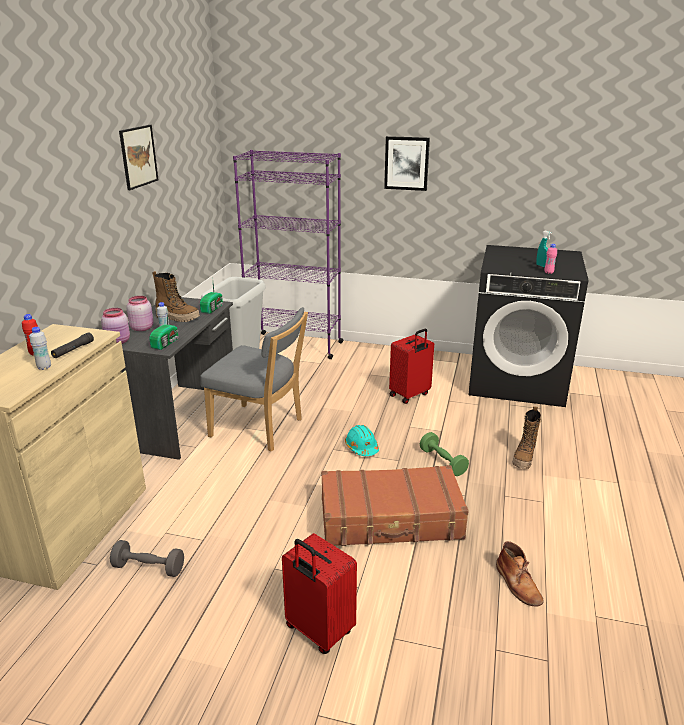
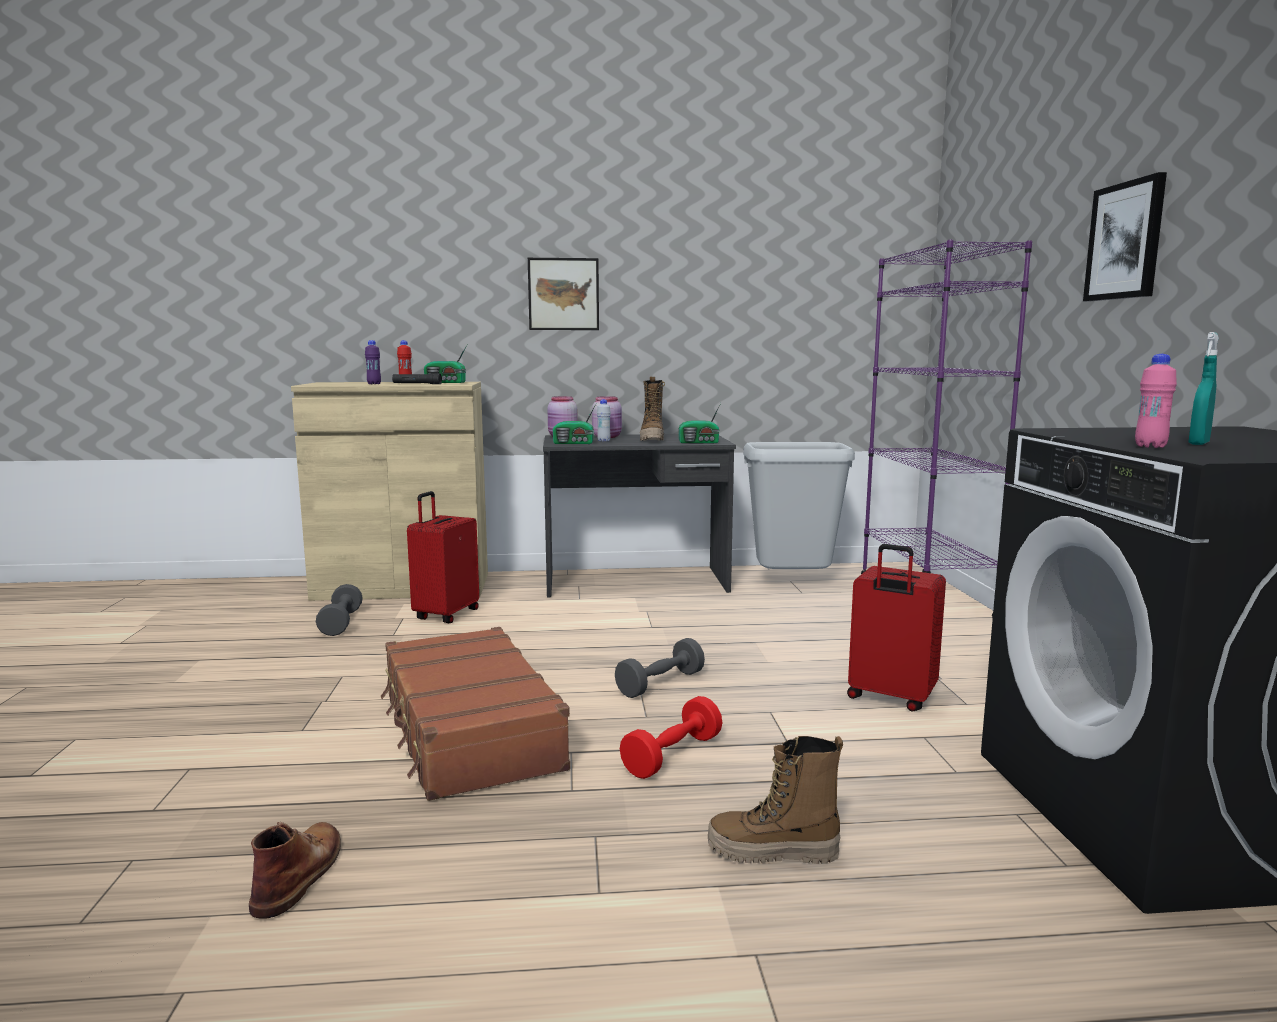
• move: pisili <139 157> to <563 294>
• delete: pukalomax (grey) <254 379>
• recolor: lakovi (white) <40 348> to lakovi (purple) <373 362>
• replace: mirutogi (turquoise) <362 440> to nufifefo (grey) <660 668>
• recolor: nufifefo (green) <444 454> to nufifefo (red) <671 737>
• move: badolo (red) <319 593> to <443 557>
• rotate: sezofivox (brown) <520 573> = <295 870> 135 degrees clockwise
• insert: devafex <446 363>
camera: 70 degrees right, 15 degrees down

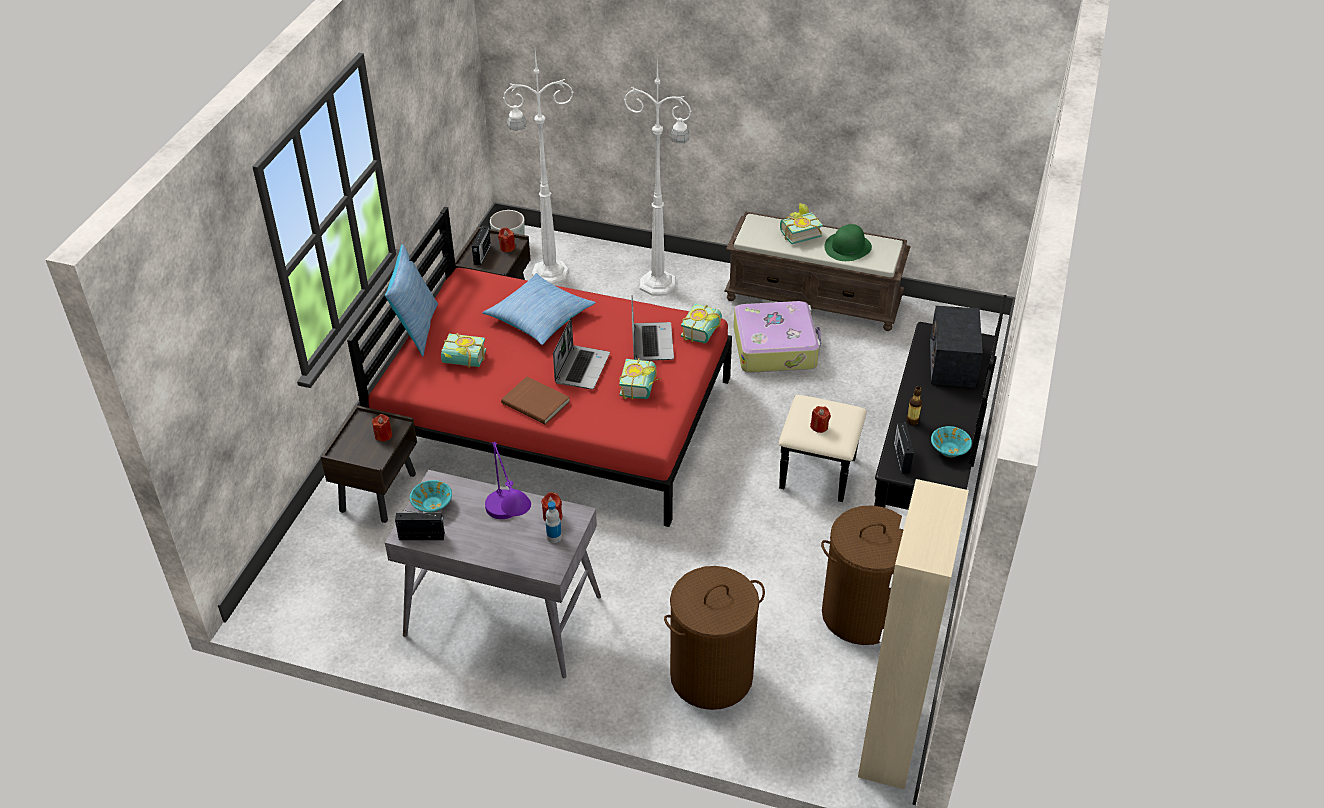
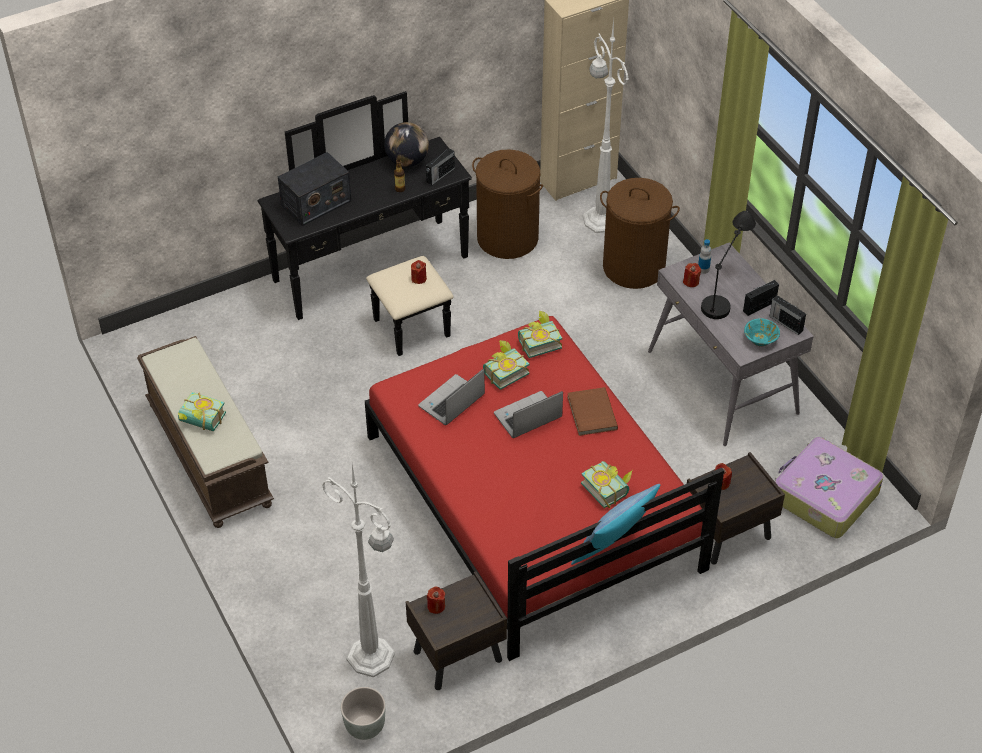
• move: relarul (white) <658 176> to <606 126>
• move: devafex <481 244> to <761 298>
• delete: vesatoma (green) <848 242>
• delete: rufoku <539 309>
• move: badolo <777 337> to <829 487>
• move: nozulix <701 323> to <540 334>
• replace: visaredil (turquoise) <951 441> to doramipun <406 144>
• recolor: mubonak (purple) <508 480> to mubonak (black) <728 265>
camera: 135 degrees left, 5 degrees up

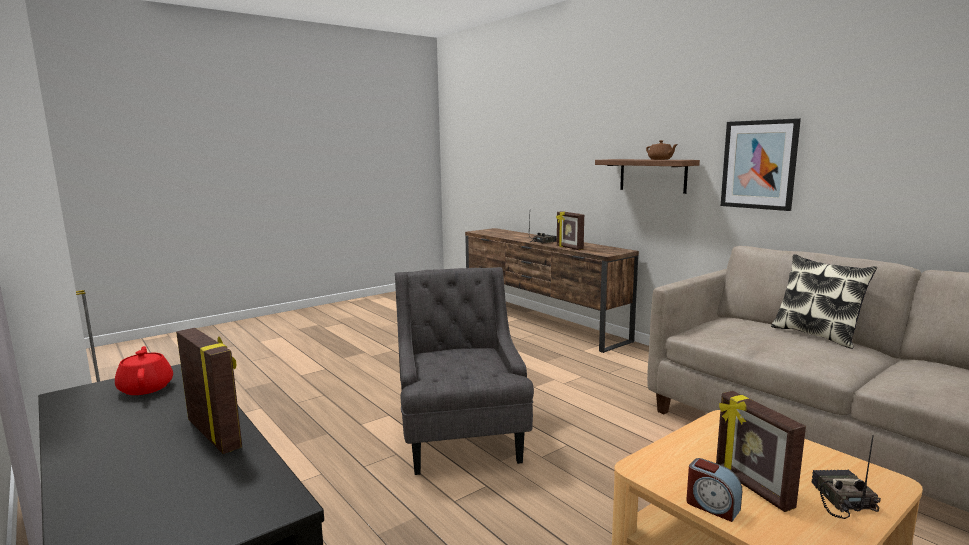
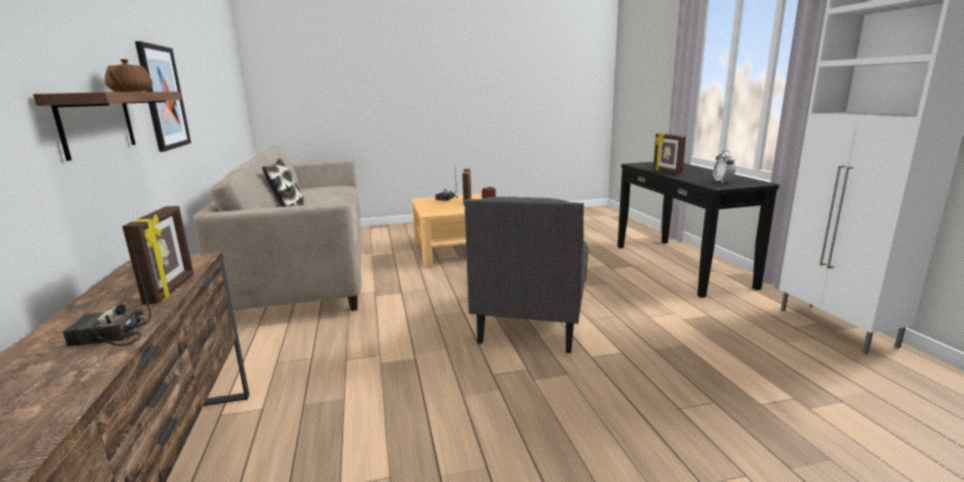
• replace: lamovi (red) <144 370> to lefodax <724 167>
camera: 155 degrees left, 5 degrees up

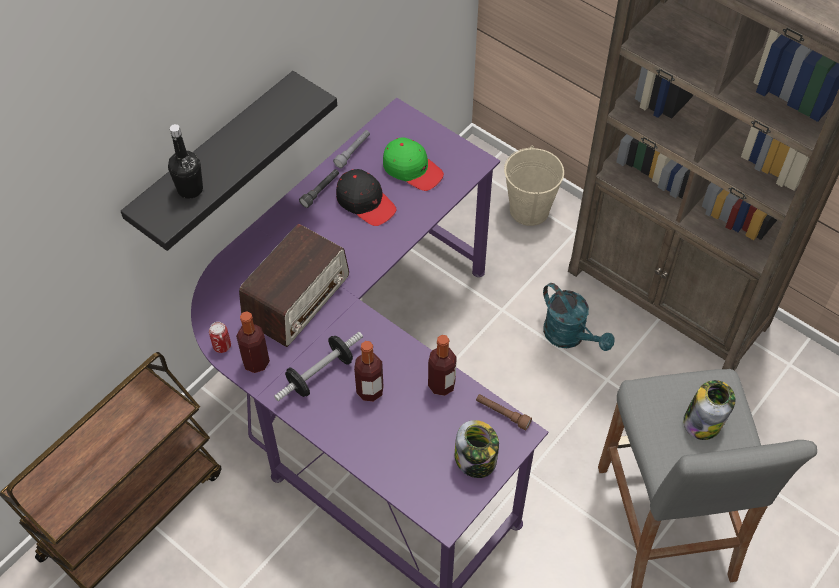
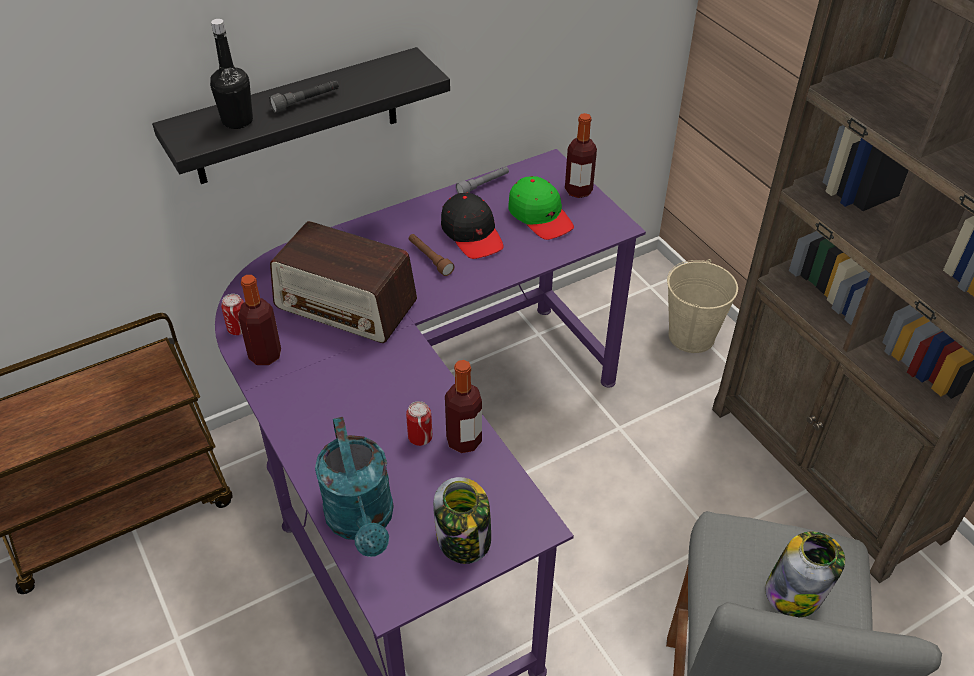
• move: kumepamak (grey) <319 188> to <304 96>
• rotate: devafex <294 285> = <343 282> 60 degrees clockwise
• move: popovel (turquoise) <578 317> to <354 487>
• delete: nufifefo <318 366>
• move: lakovi <368 371> to <581 155>
• move: kumepamak (brown) <504 412> to <431 255>
• insert: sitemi <419 423>
camera: 20 degrees right, 10 degrees down

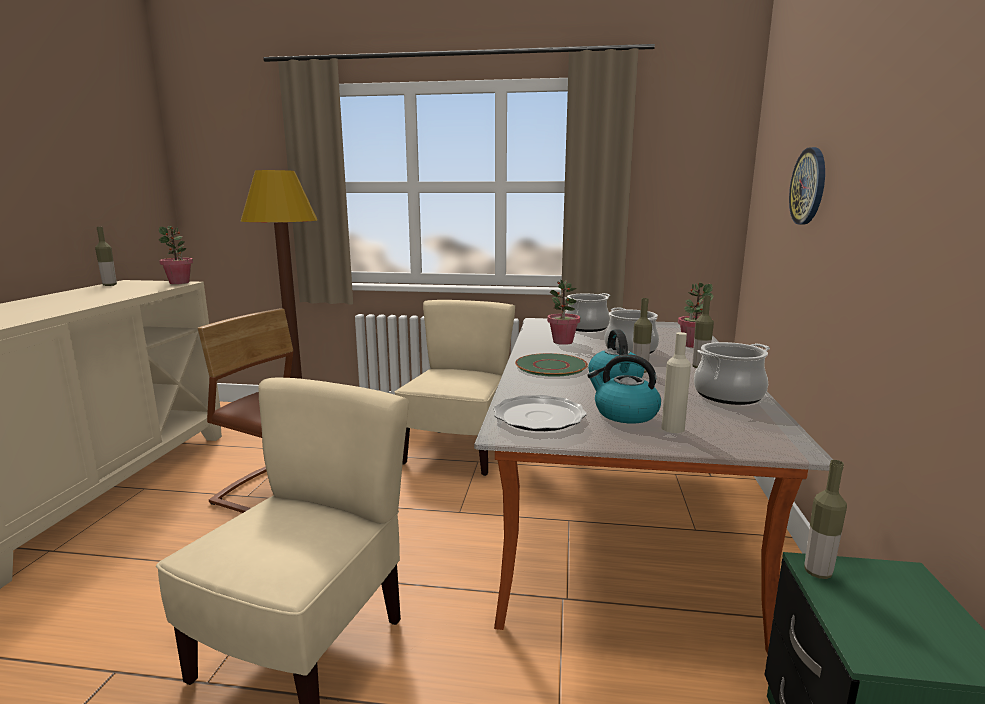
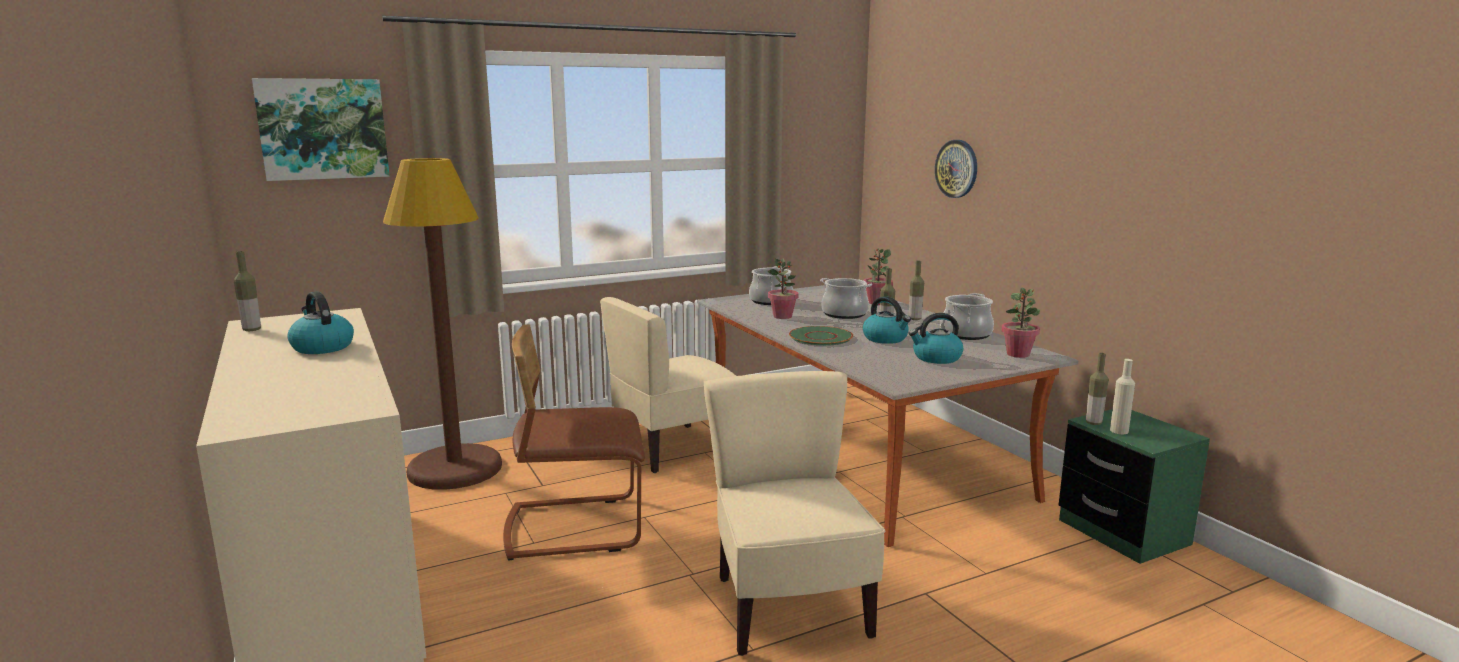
• move: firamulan <176 255> to <1020 323>
• rotate: pukalomax (beige) <454 388> = <668 385> 105 degrees counterclockwise
• move: lakovi (beige) <676 382> to <1122 396>
• delete: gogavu <540 413>
• insert: pisili <321 129>
• insert: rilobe <320 322>
camera: 35 degrees left, 0 degrees up

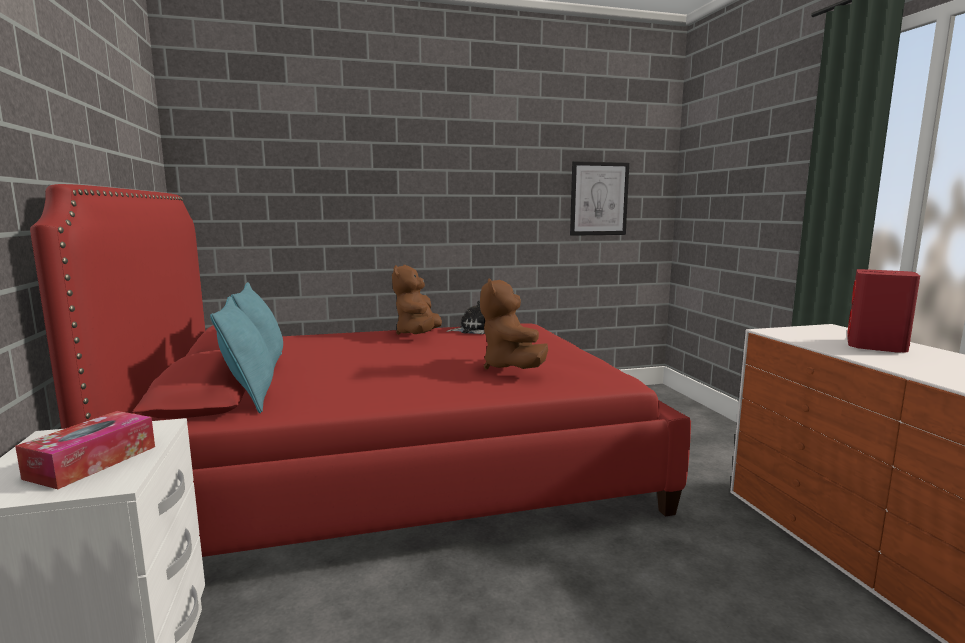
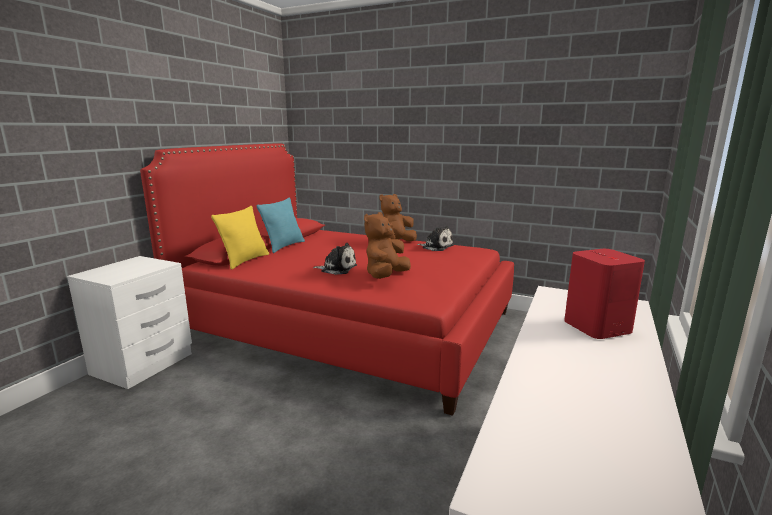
• delete: pisili <599 198>
• recolor: rufoku (turquoise) <242 354> to rufoku (yellow) <240 237>
• delete: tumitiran <85 450>
• insert: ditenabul <335 259>
camera: 40 degrees right, 5 degrees up

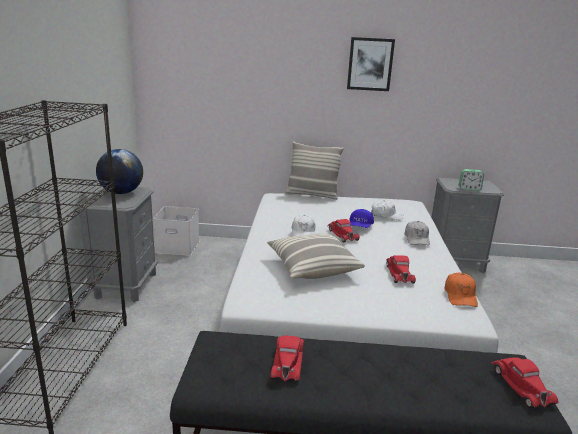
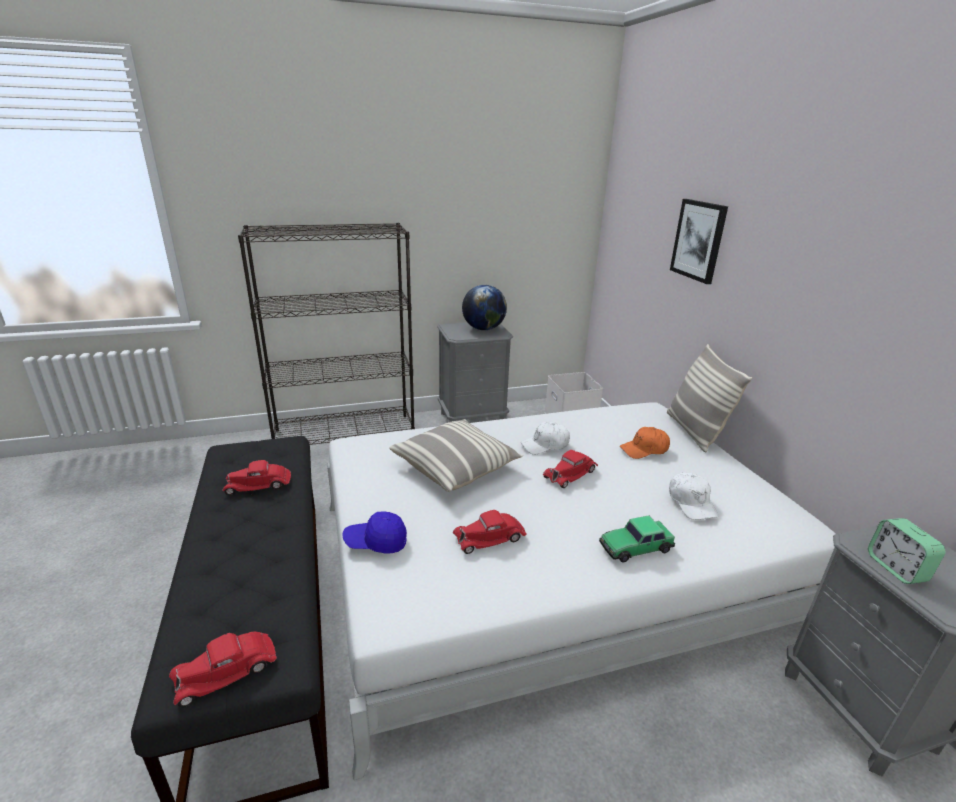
• move: pisili <371 64> to <699 241>
• move: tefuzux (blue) <361 218> to <374 532>
• replace: tefuzux (white) <417 233> to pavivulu <637 538>
• move: tefuzux (orange) <461 290> to <645 443>
camera: 70 degrees right, 5 degrees up

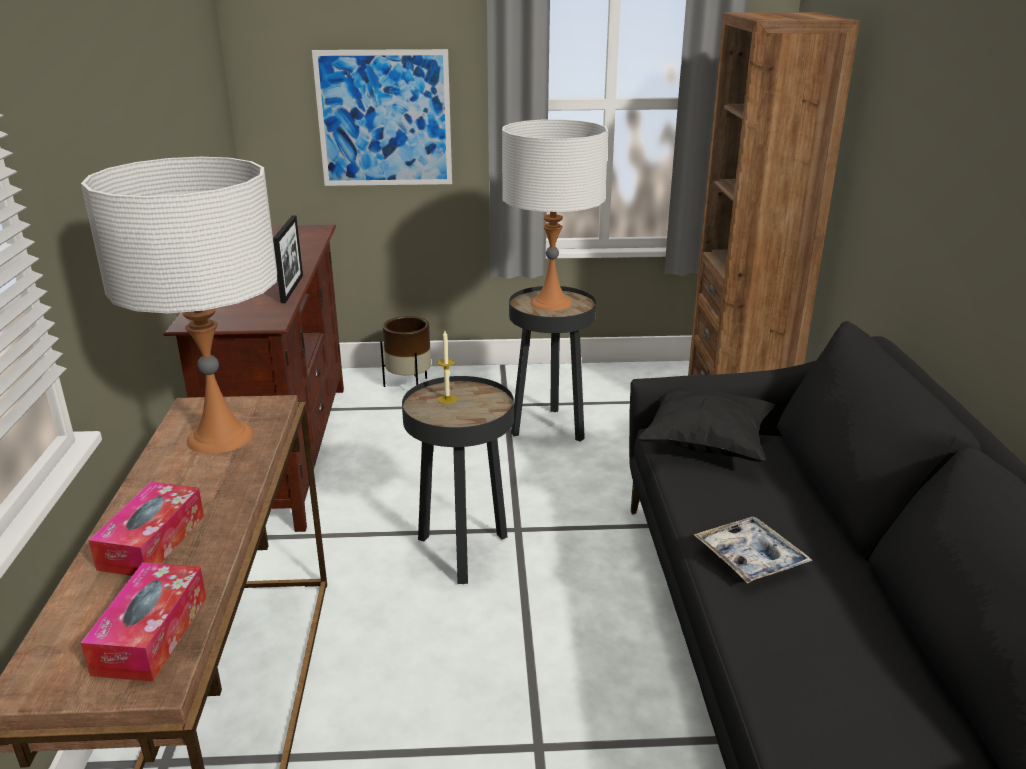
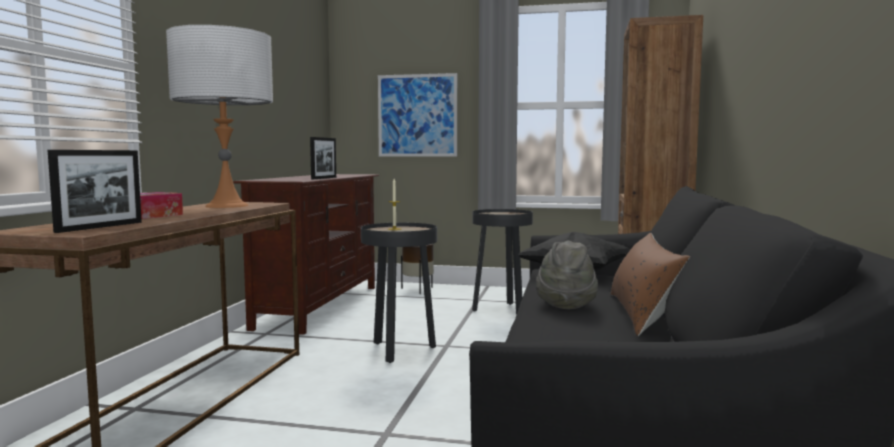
• delete: mubonak (white) <555 215>
• replace: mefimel <753 550> to vesatoma (grey) <567 275>
• replace: tumitiran <144 622> to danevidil <95 191>
• insert: rufoku (brown) <650 284>
camera: 15 degrees right, 20 degrees down

